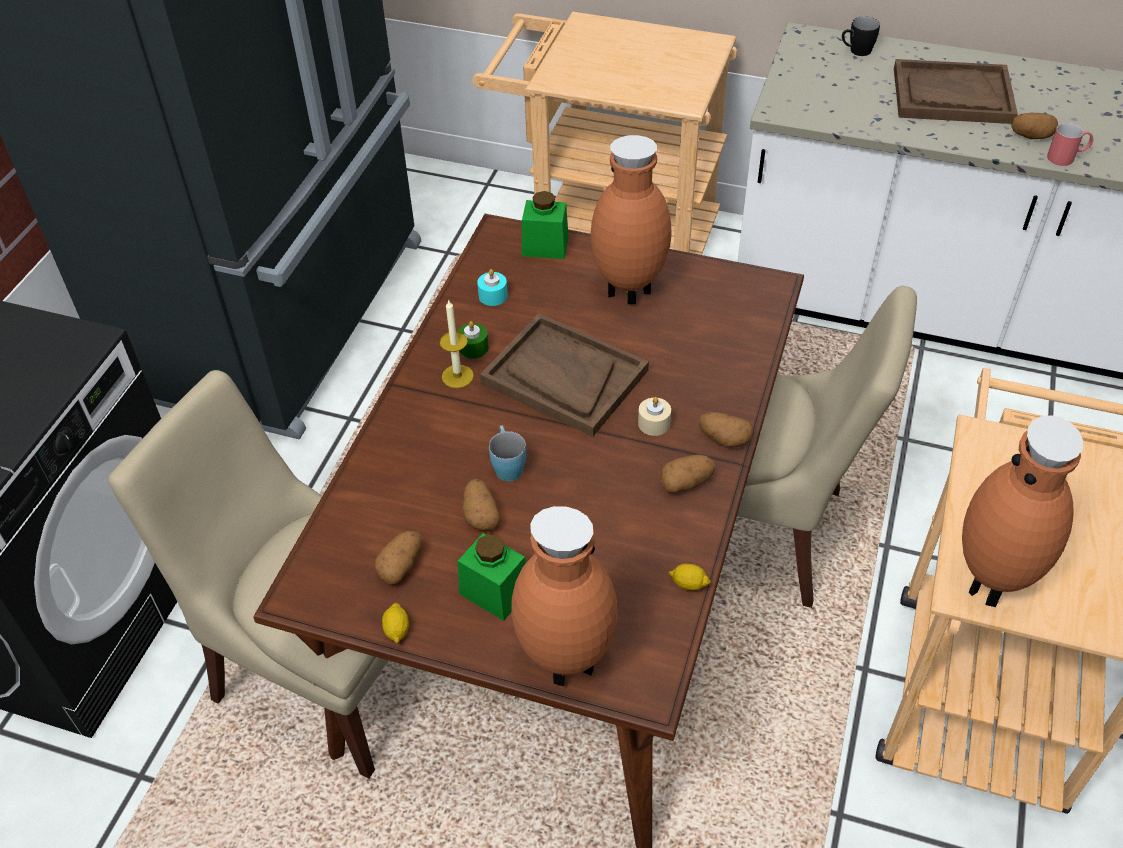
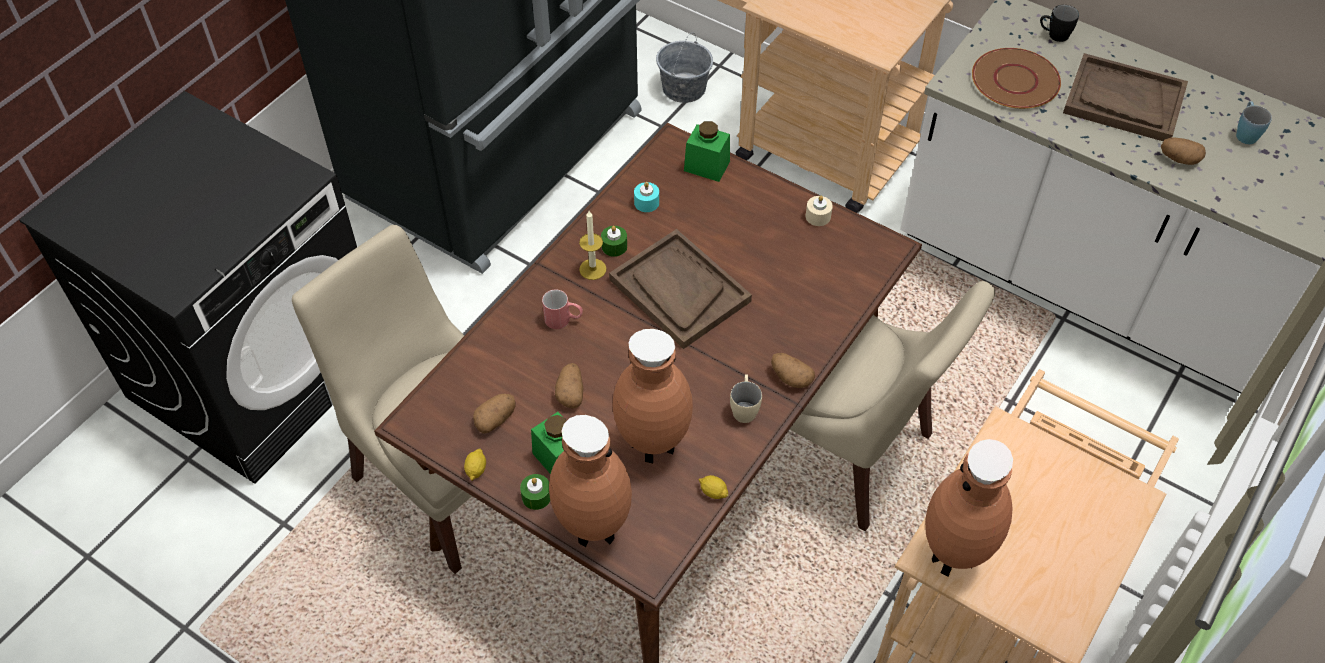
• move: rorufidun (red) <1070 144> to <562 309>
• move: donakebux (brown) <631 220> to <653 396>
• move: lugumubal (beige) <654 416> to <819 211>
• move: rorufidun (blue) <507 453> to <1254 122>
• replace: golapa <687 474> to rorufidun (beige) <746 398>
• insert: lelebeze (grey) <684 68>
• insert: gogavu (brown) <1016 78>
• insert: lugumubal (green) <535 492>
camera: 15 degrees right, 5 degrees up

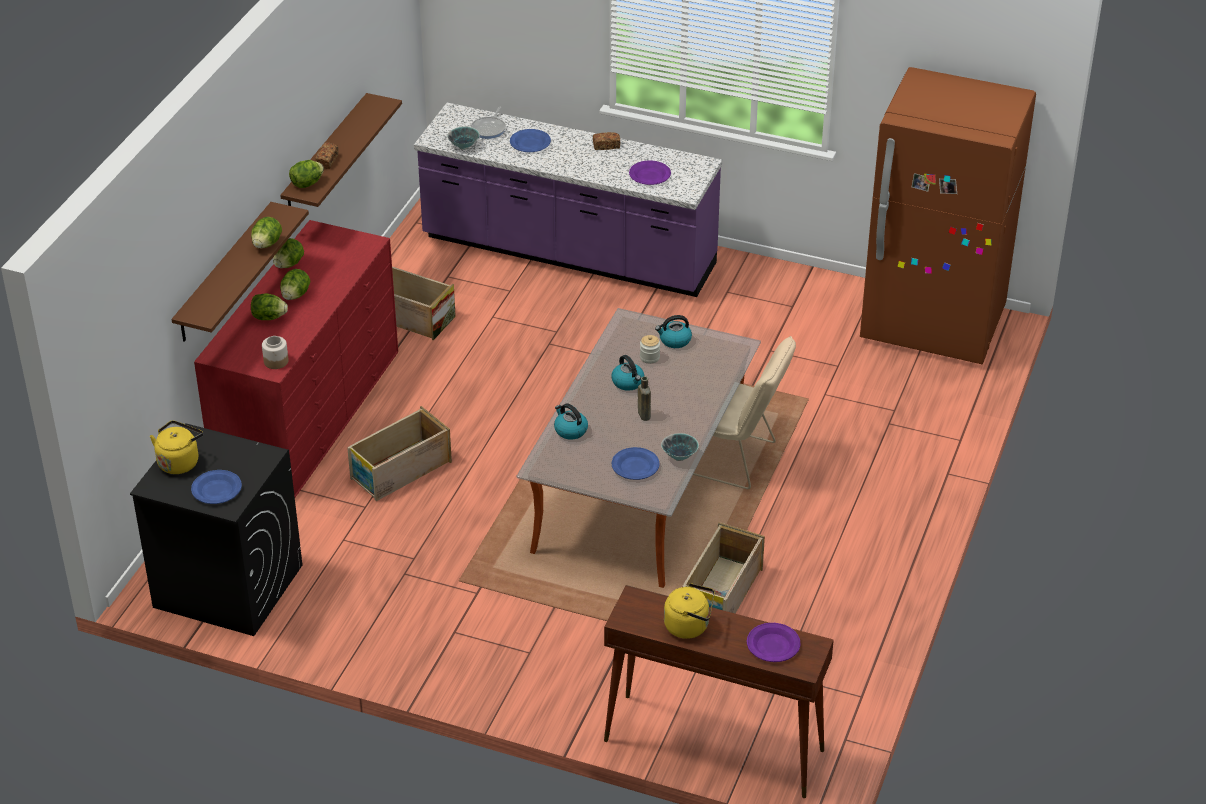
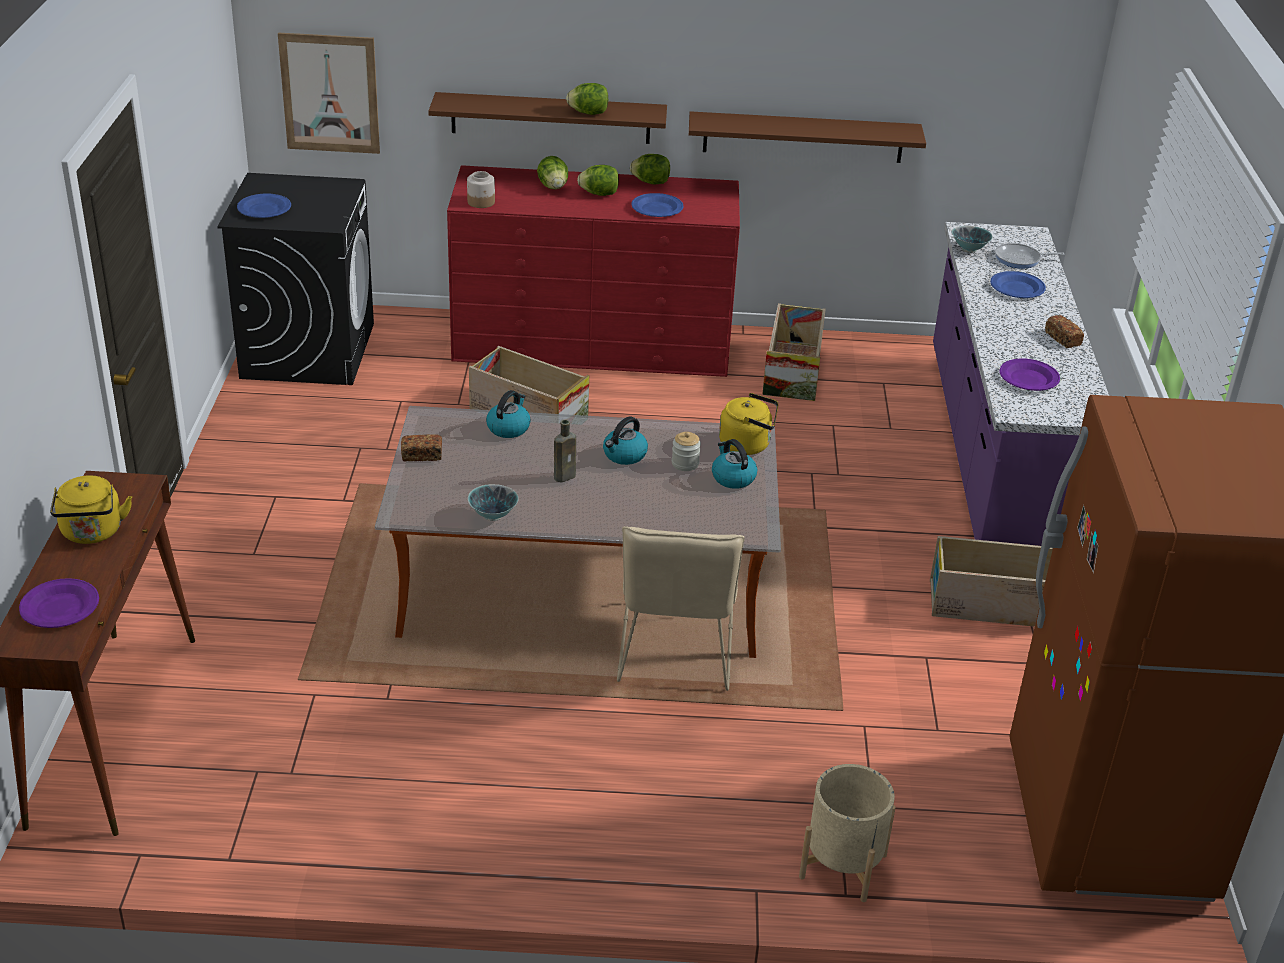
• move: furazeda <327 155> to <421 448>
• delete: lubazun <306 174>
• move: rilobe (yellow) <176 447> to <748 424>
• move: gogavu (blue) <635 463> to <657 205>
• move: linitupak <723 567> to <991 581>
• insert: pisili <329 93>
• insert: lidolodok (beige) <847 833>
camera: 70 degrees right, 5 degrees down

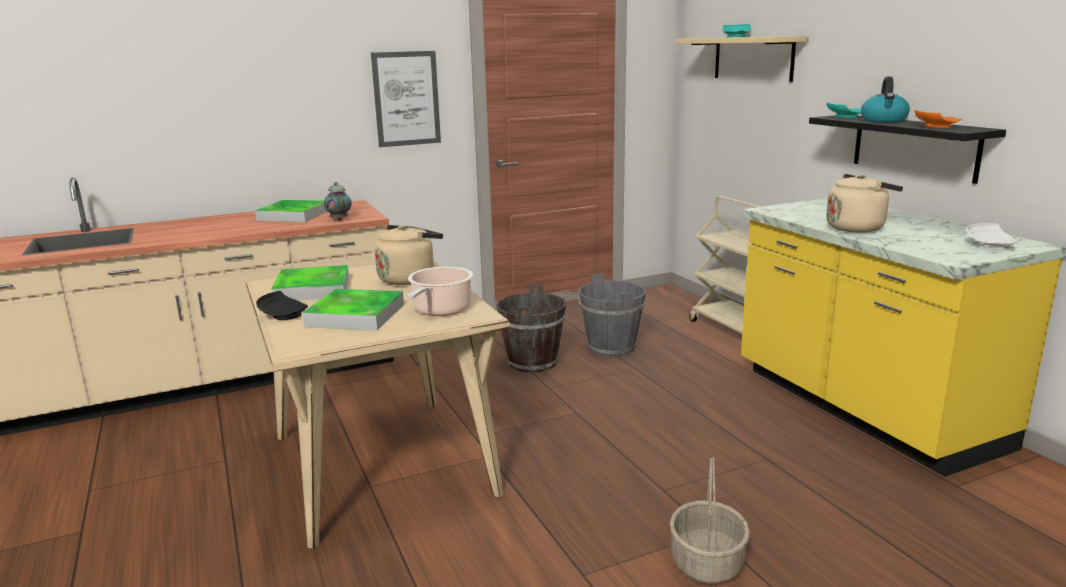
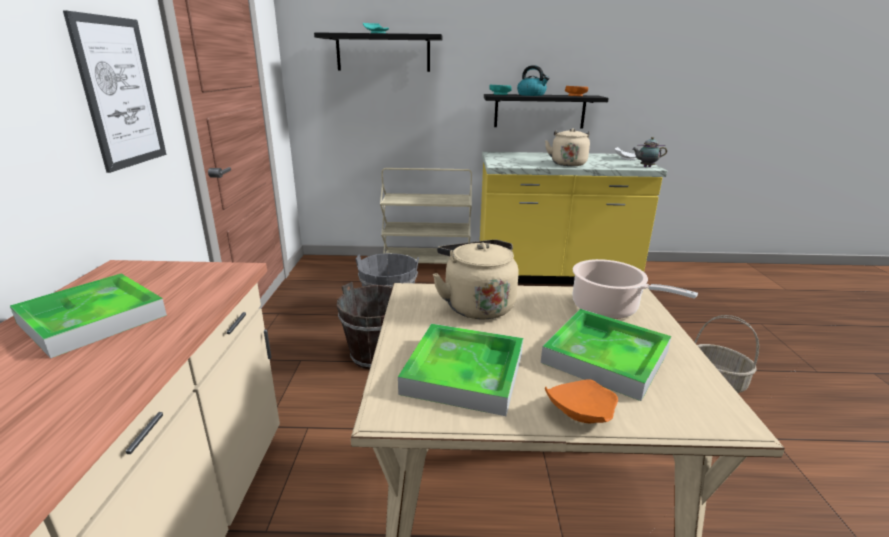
• recolor: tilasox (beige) <742 59> to tilasox (black) <378 52>
• move: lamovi <338 201> to <649 152>
• recolor: gogavu (black) <282 305> to gogavu (orange) <581 401>
camera: 65 degrees left, 5 degrees up

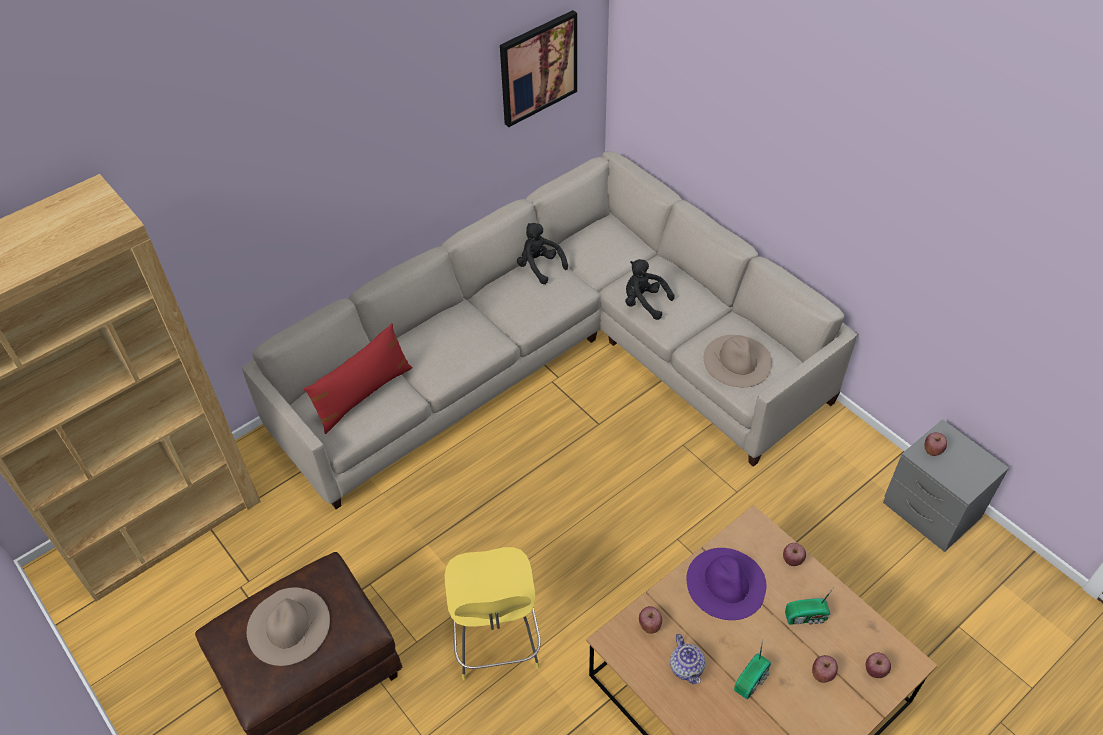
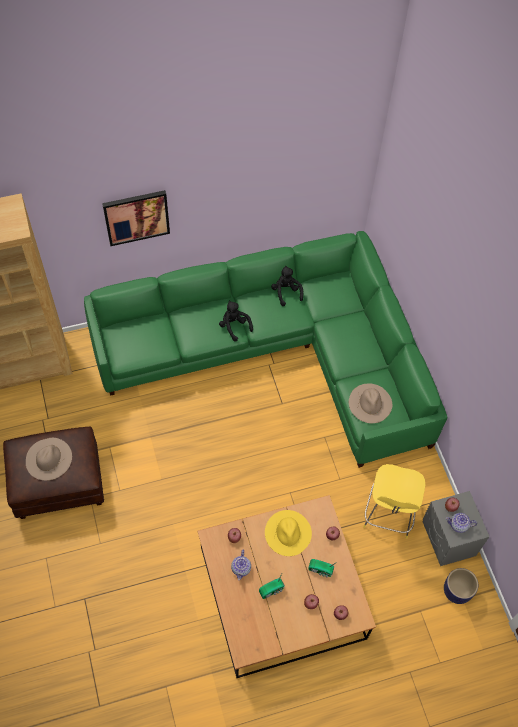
• move: pisili <538 68> to <136 218>
• recolor: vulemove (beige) <549 330> to vulemove (green) <266 349>
• move: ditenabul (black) <650 289> to <236 321>
• delete: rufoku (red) <358 378>
• move: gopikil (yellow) <493 613> to <394 501>
• recolor: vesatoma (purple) <726 584> to vesatoma (yellow) <288 533>
• insert: lamovi <461 523>
• insert: lidolodok <461 586>
camera: 20 degrees right, 10 degrees up

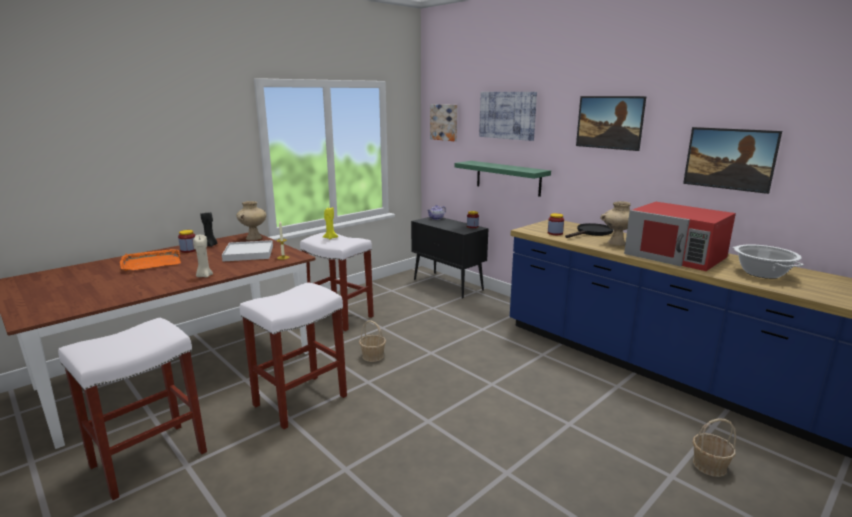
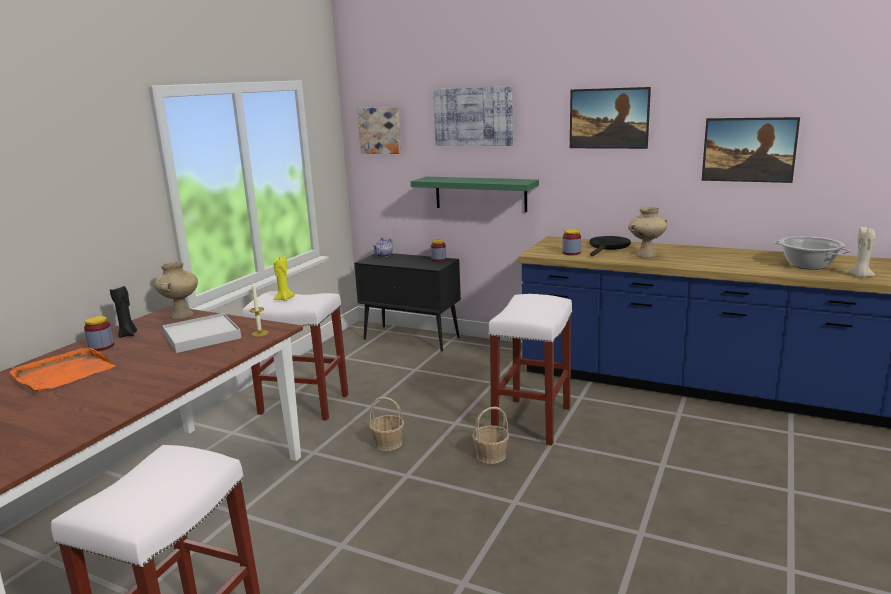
• delete: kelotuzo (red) <680 236>
• move: lugumubal (beige) <203 256> to <861 252>
• move: gopikil (white) <293 355> to <530 369>
• move: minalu <714 447> to <490 435>
camera: 20 degrees left, 0 degrees up

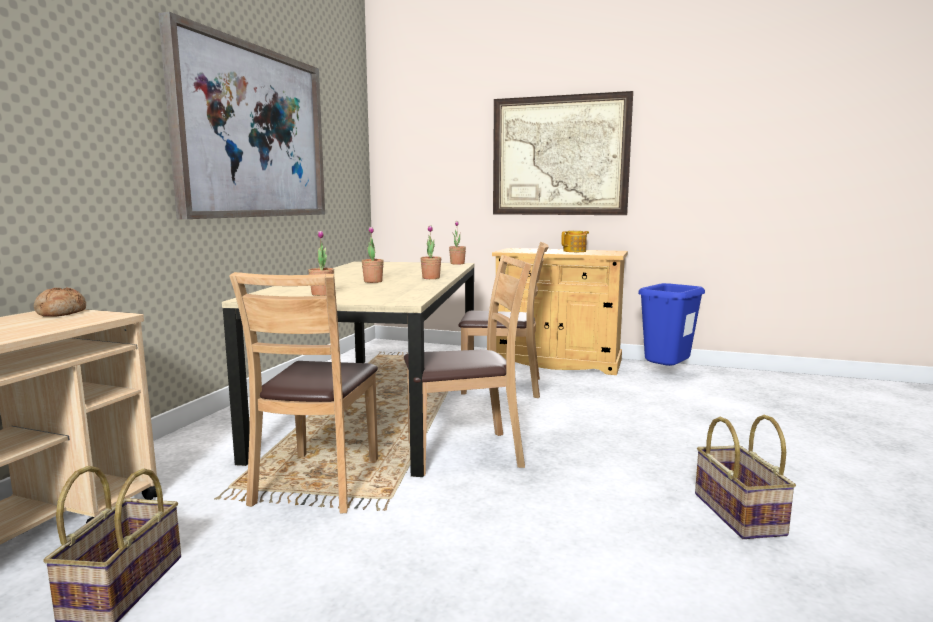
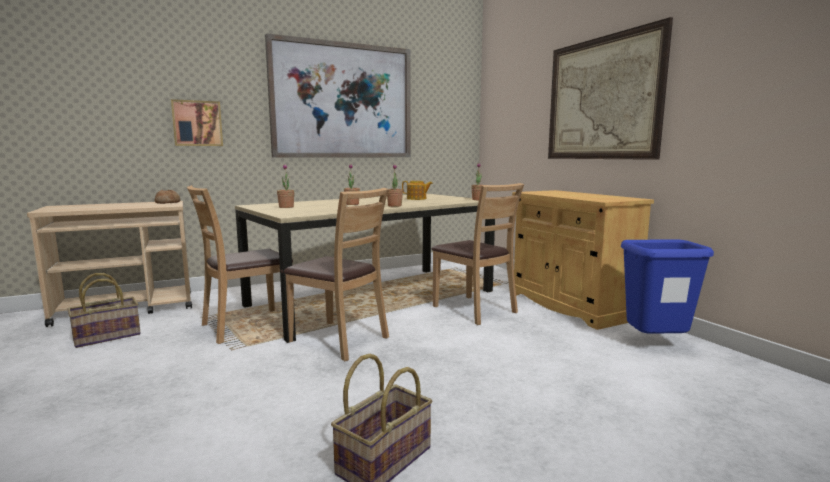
• move: lamovi <575 241> to <417 190>
• insert: pisili <197 122>
camera: 45 degrees right, 0 degrees up

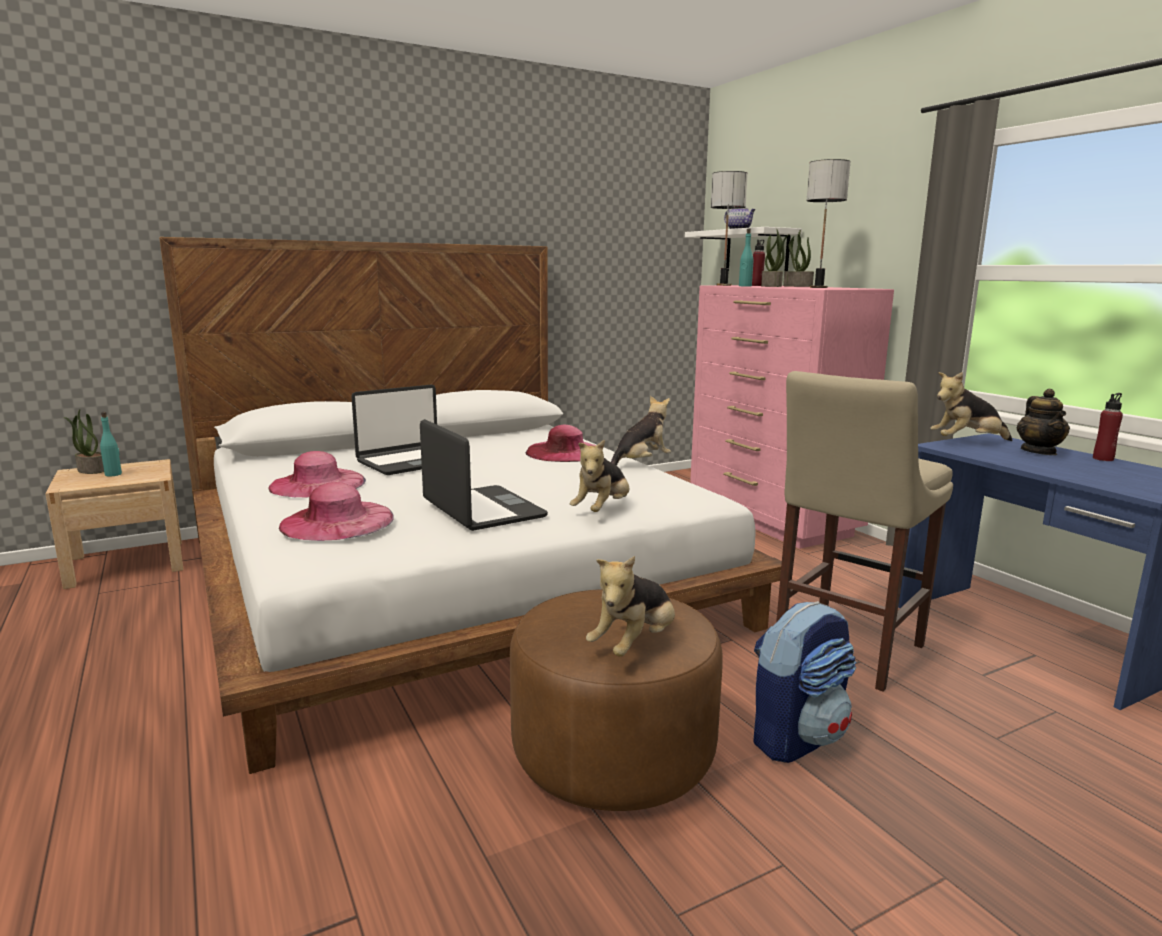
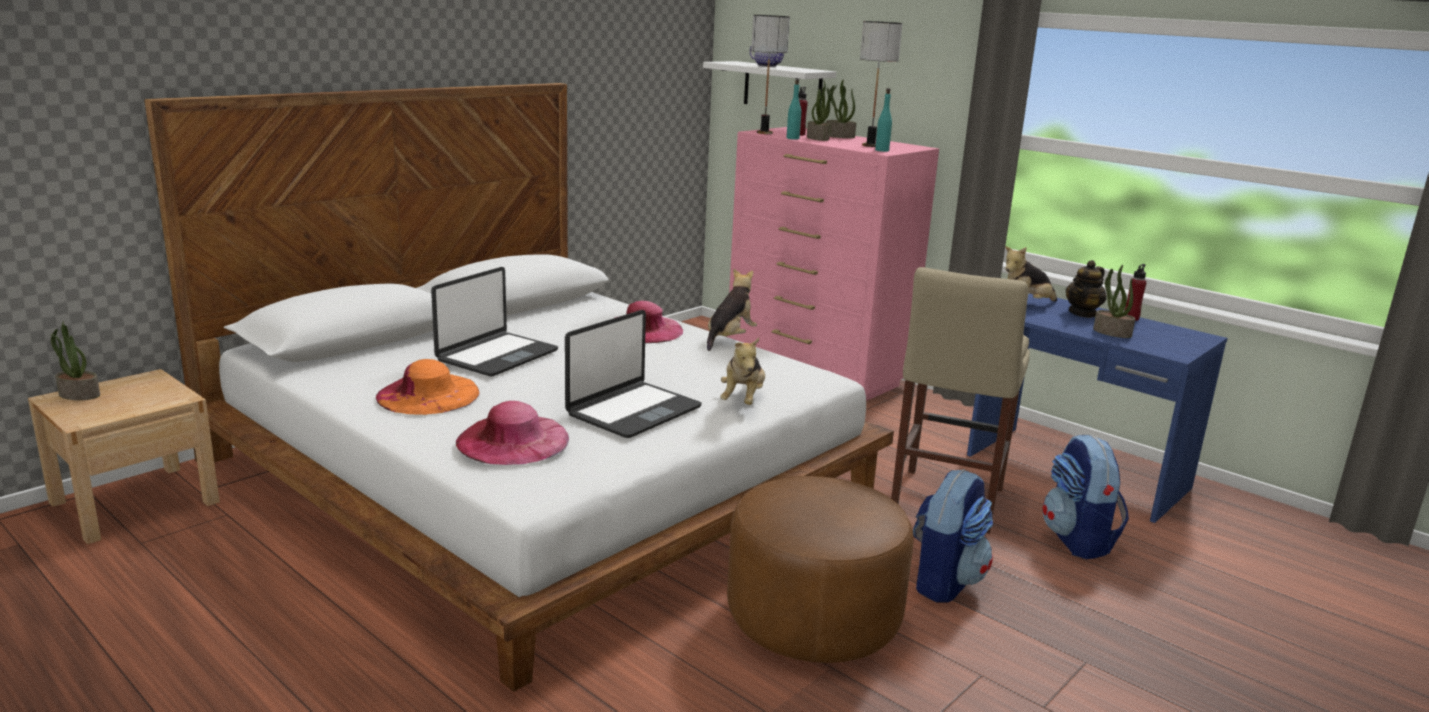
• rotate: lamovi <1043 422> = <1086 289> 60 degrees clockwise
• move: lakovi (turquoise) <111 444> to <883 120>
• rotate: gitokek <484 475> = <633 374> 90 degrees clockwise
• recolor: vesatoma (pink) <317 474> to vesatoma (orange) <427 387>
• delete: ditenabul <630 606>
• insert: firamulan <1114 301>
• insert: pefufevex <1085 497>
camera: 20 degrees left, 5 degrees up

